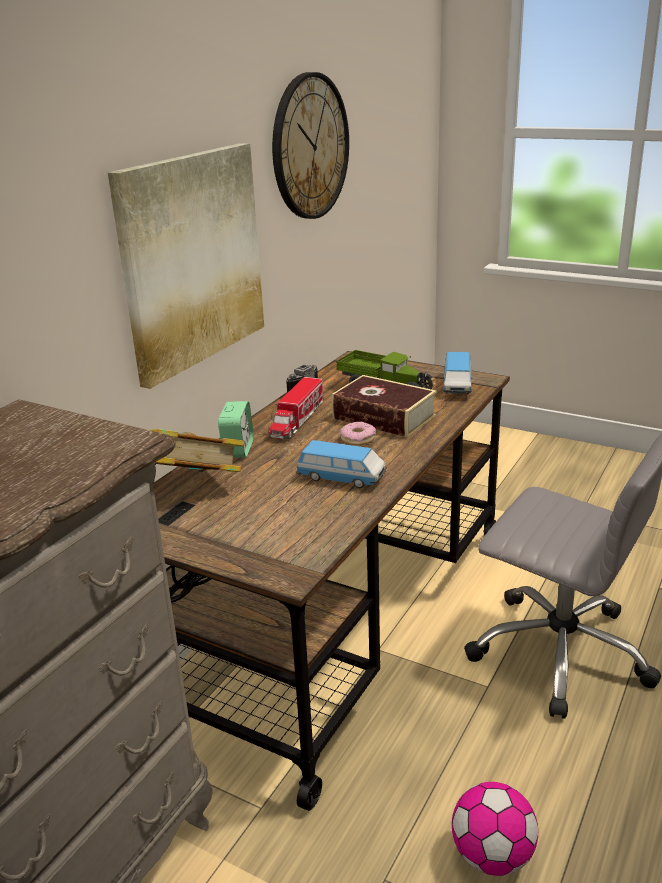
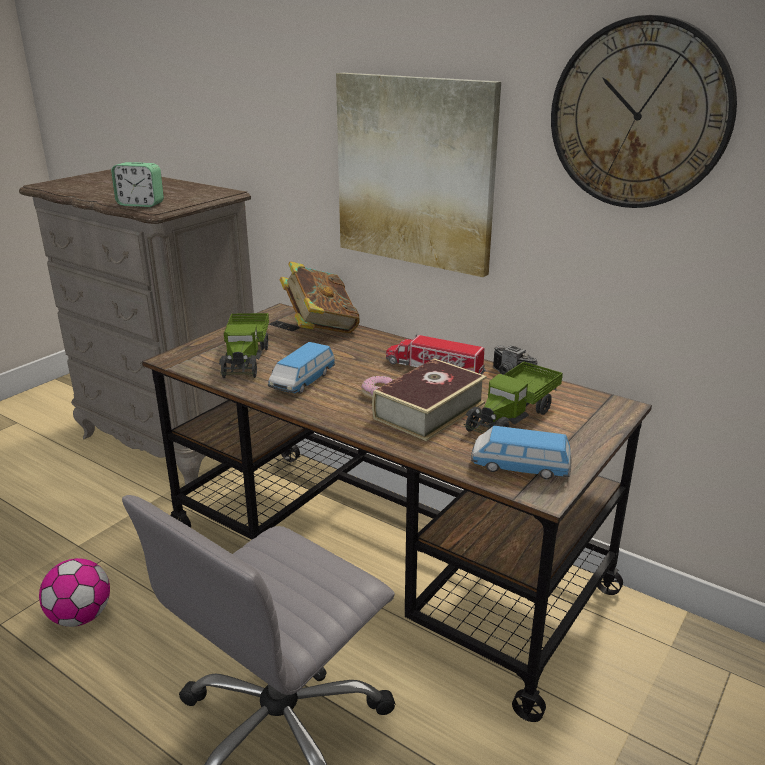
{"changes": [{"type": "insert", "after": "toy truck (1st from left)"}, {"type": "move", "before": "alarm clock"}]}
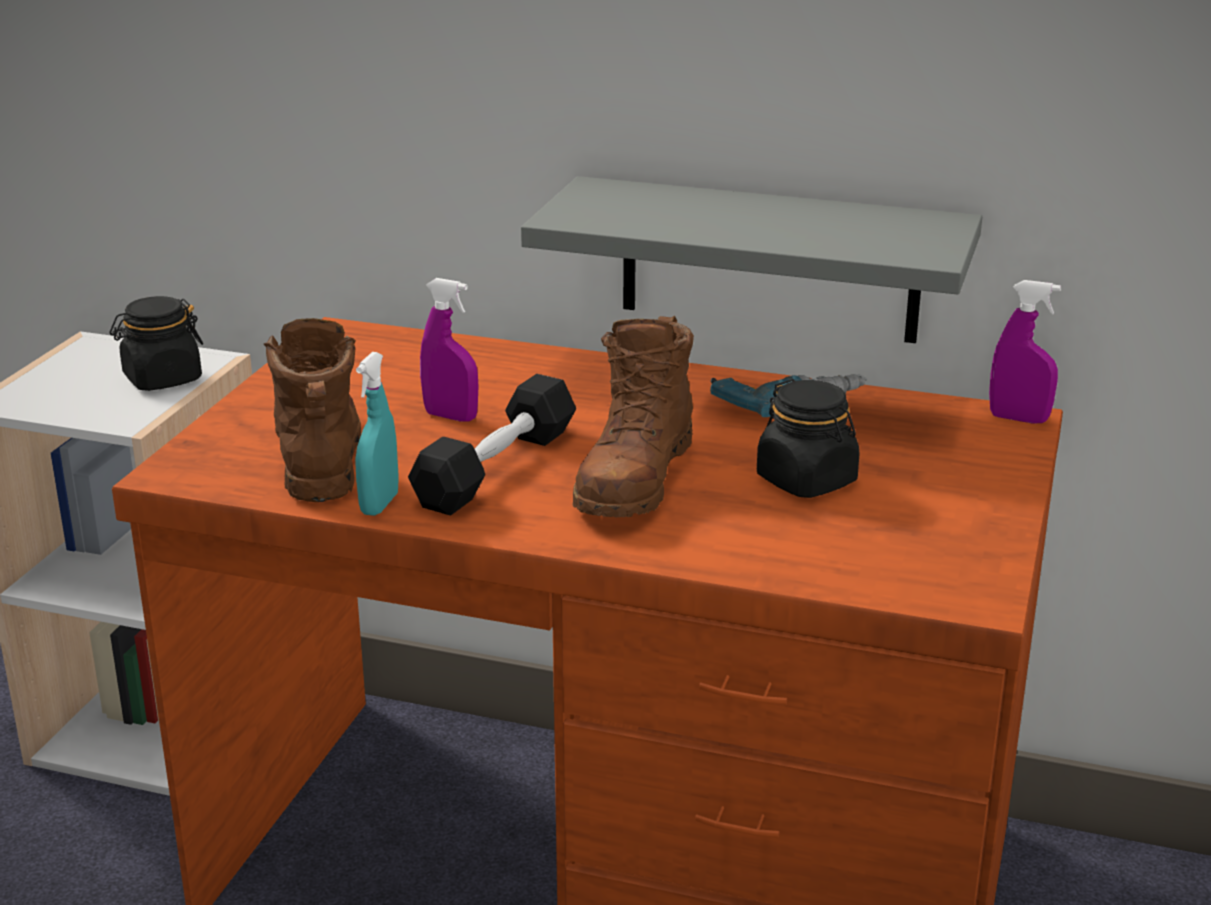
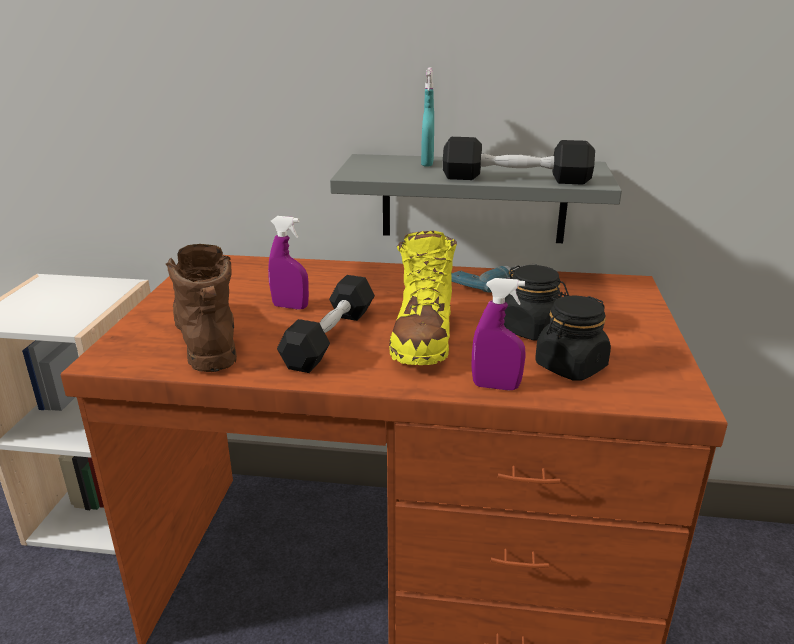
{"changes": [{"type": "insert", "after": "black dumbbell (2nd from left)"}, {"type": "move", "before": "black jar (1st from left in the first image)", "after": "black jar (2nd from left)"}, {"type": "move", "before": "turquoise spray bottle"}, {"type": "move", "before": "purple spray bottle (2nd from left)"}, {"type": "recolor", "before": "brown boot (2nd from left)", "after": "yellow boot"}]}
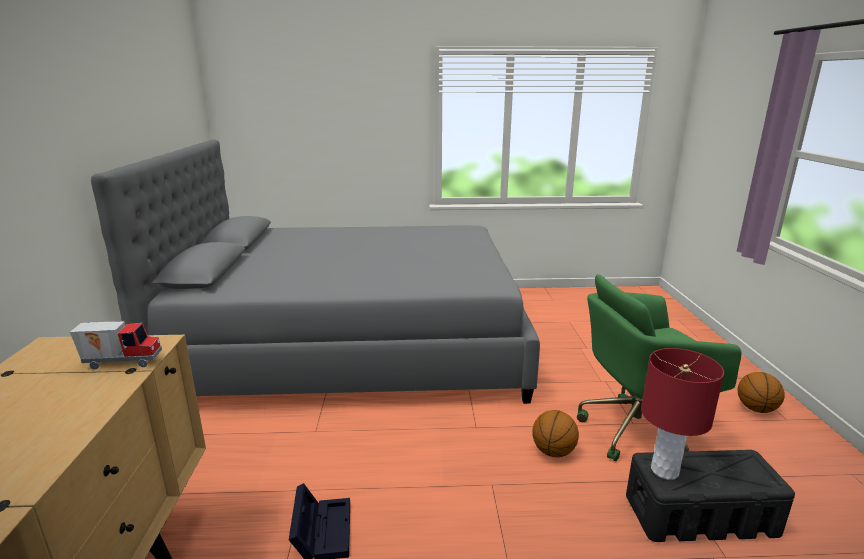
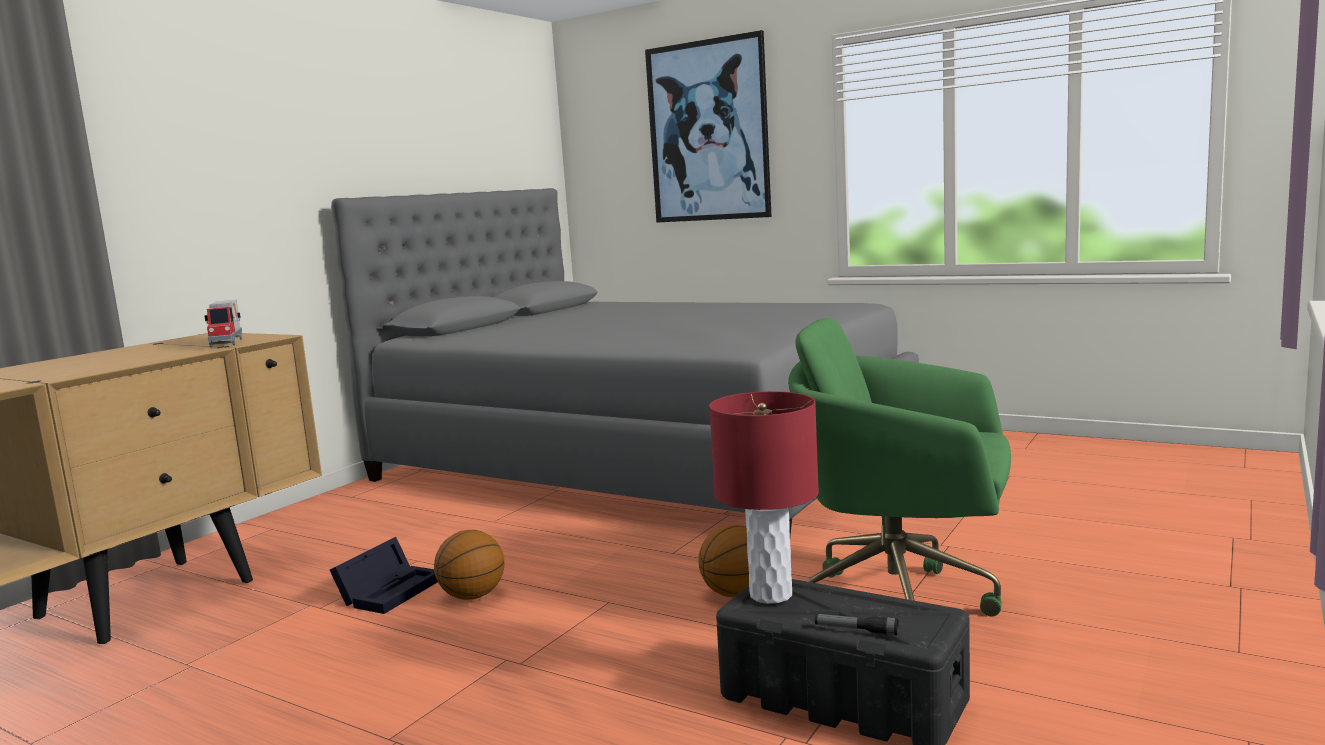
{"changes": [{"type": "insert", "after": "picture"}, {"type": "insert", "after": "flashlight"}, {"type": "move", "before": "basketball (2nd from left in the first image)", "after": "basketball (1st from left)"}, {"type": "rotate", "before": "toy truck", "turn": 45}]}
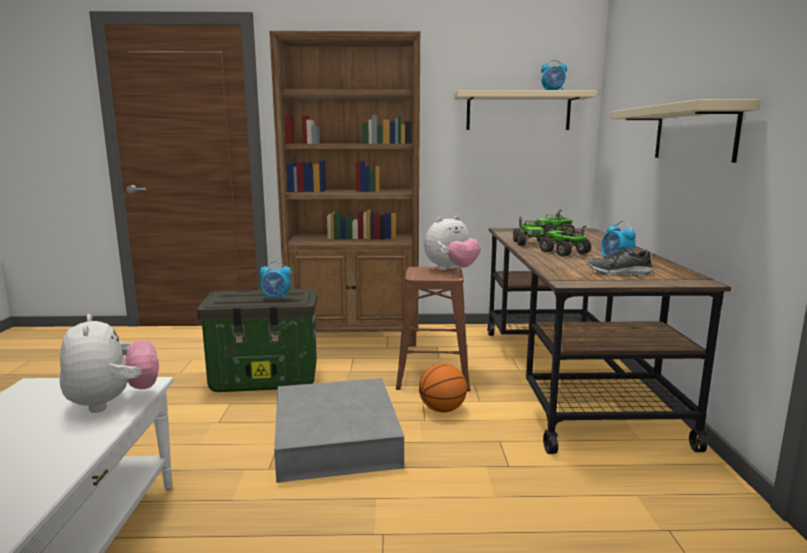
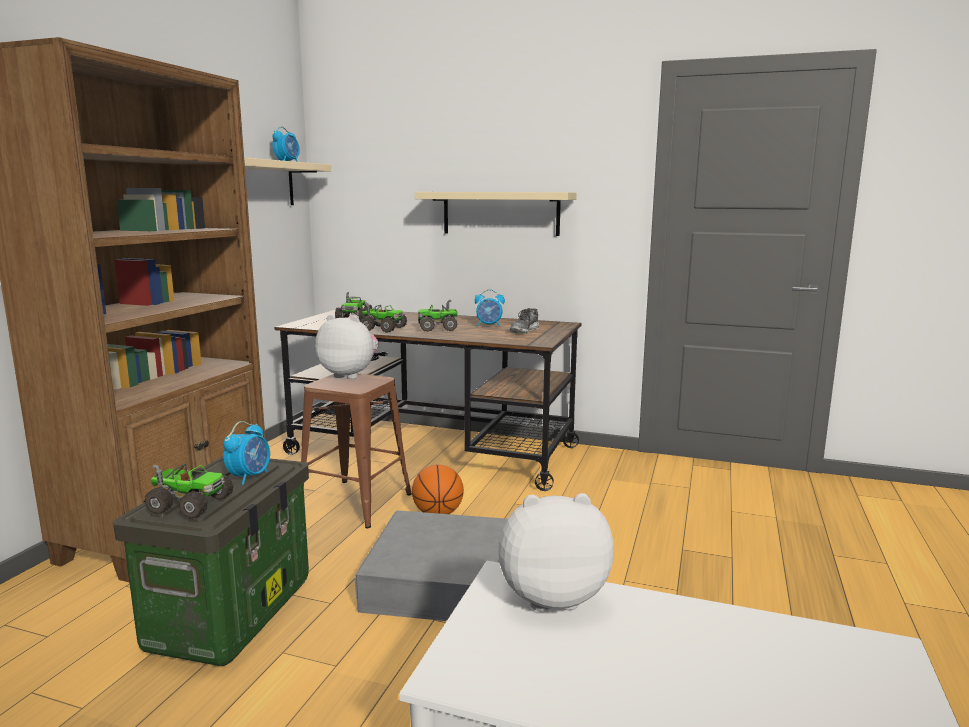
{"changes": [{"type": "insert", "after": "toy truck (1st from left)"}, {"type": "rotate", "before": "plush toy (2nd from left in the first image)", "turn": -60}]}
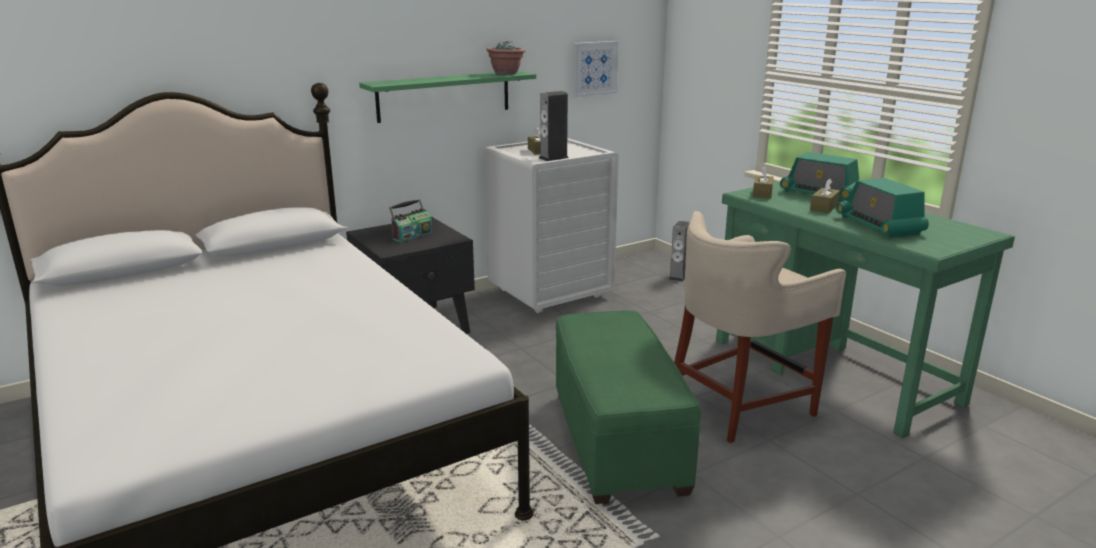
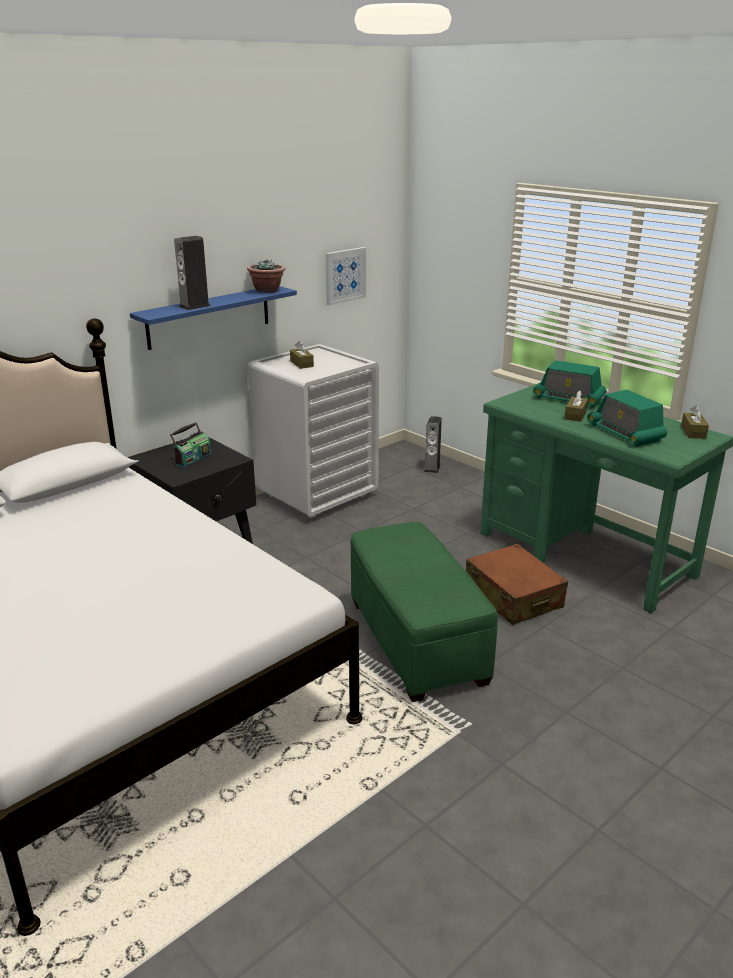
{"changes": [{"type": "move", "before": "speaker (1st from left)"}, {"type": "move", "before": "brown tissue box (2nd from left in the first image)", "after": "brown tissue box (3rd from left)"}, {"type": "replace", "before": "beige stool", "after": "brown suitcase"}, {"type": "recolor", "before": "green shelf", "after": "blue shelf"}]}
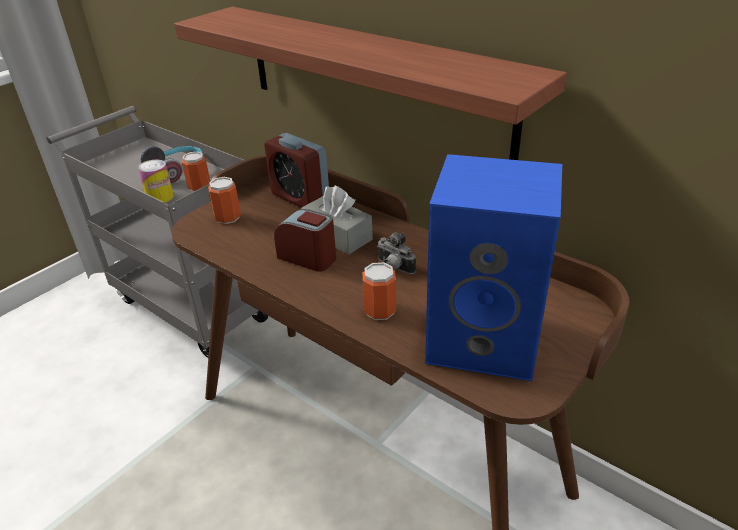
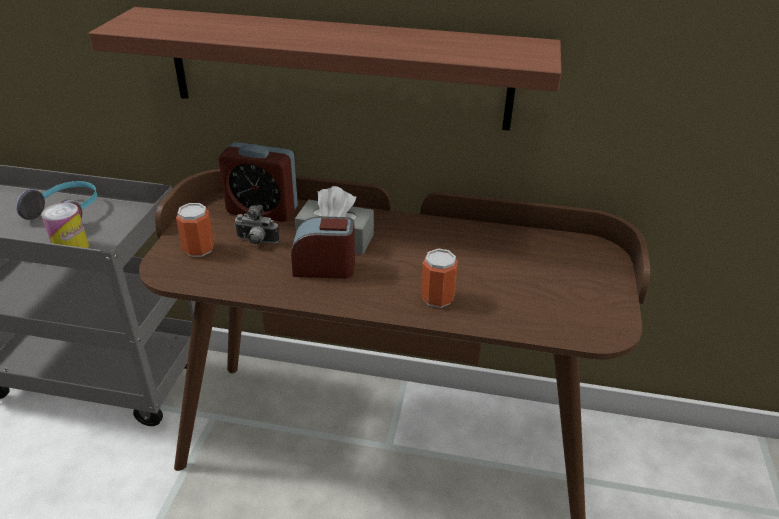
{"changes": [{"type": "delete", "before": "can (2nd from left)"}, {"type": "delete", "before": "blue speaker"}, {"type": "move", "before": "photo camera"}]}
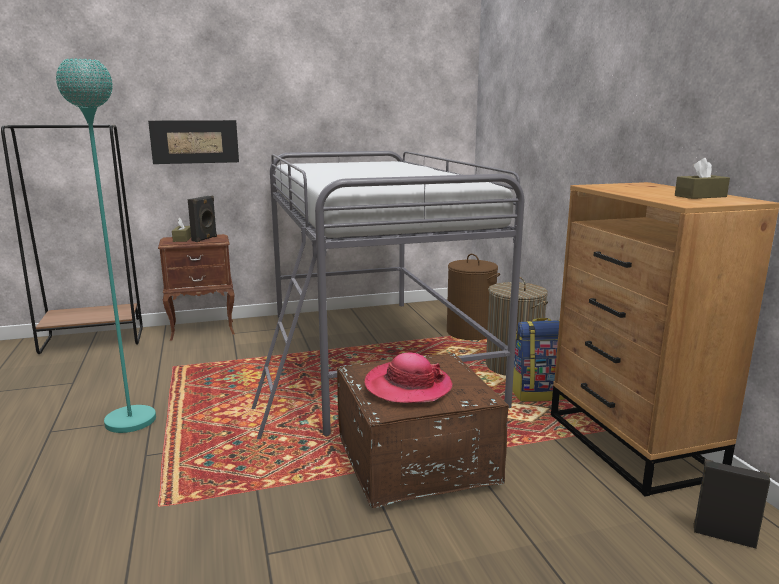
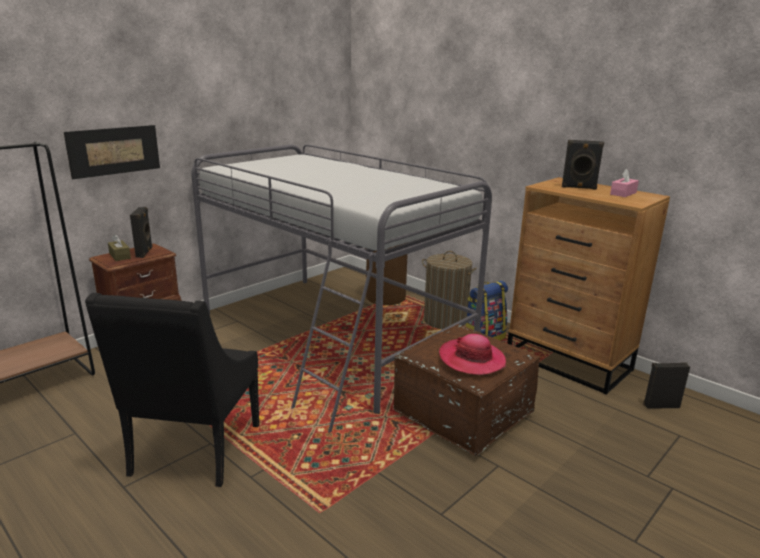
{"changes": [{"type": "insert", "after": "black speaker (2nd from left)"}, {"type": "replace", "before": "turquoise floor lamp", "after": "black armchair"}, {"type": "recolor", "before": "brown tissue box (2nd from left)", "after": "pink tissue box"}]}
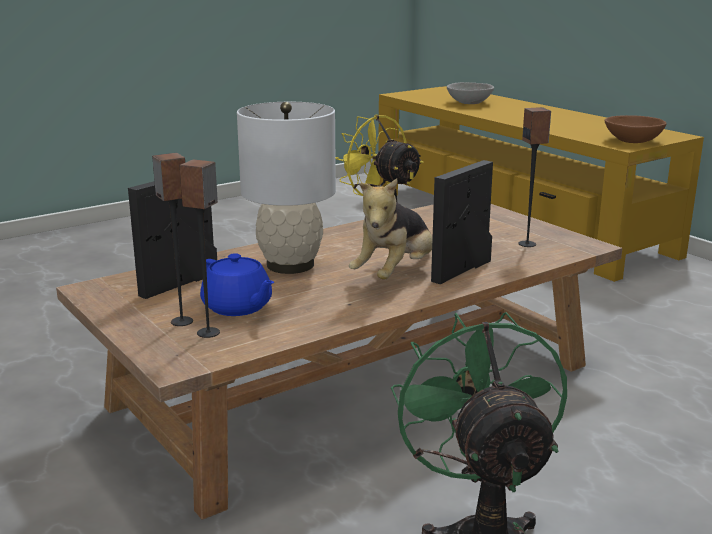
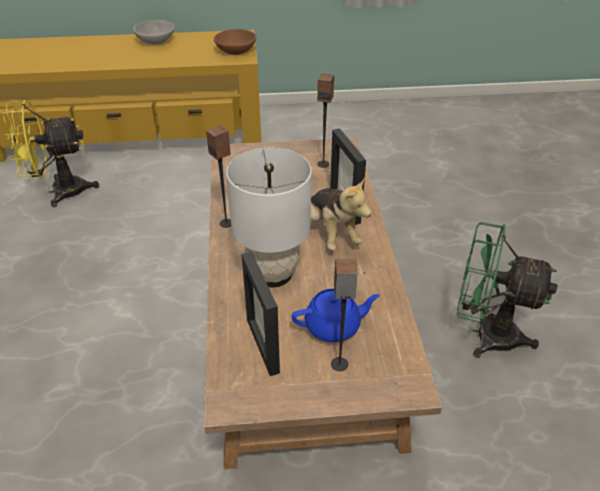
{"changes": [{"type": "move", "before": "speaker (2nd from left in the first image)", "after": "speaker (1st from left)"}, {"type": "move", "before": "grey bowl"}]}
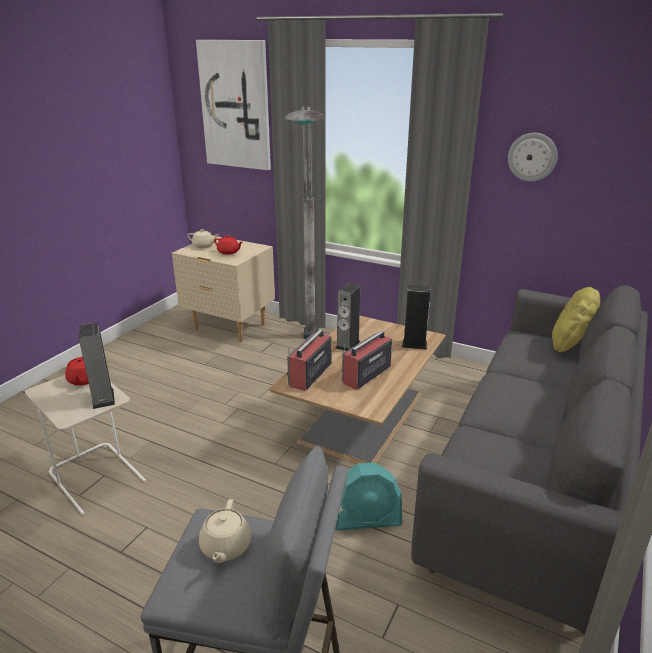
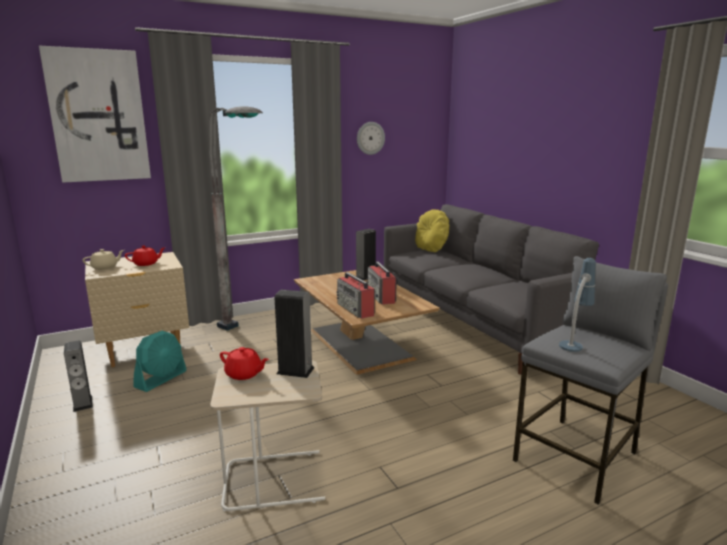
{"changes": [{"type": "move", "before": "turquoise fan"}, {"type": "move", "before": "speaker (2nd from left in the first image)", "after": "speaker (1st from left)"}, {"type": "replace", "before": "beige teapot (2nd from left)", "after": "table lamp"}]}
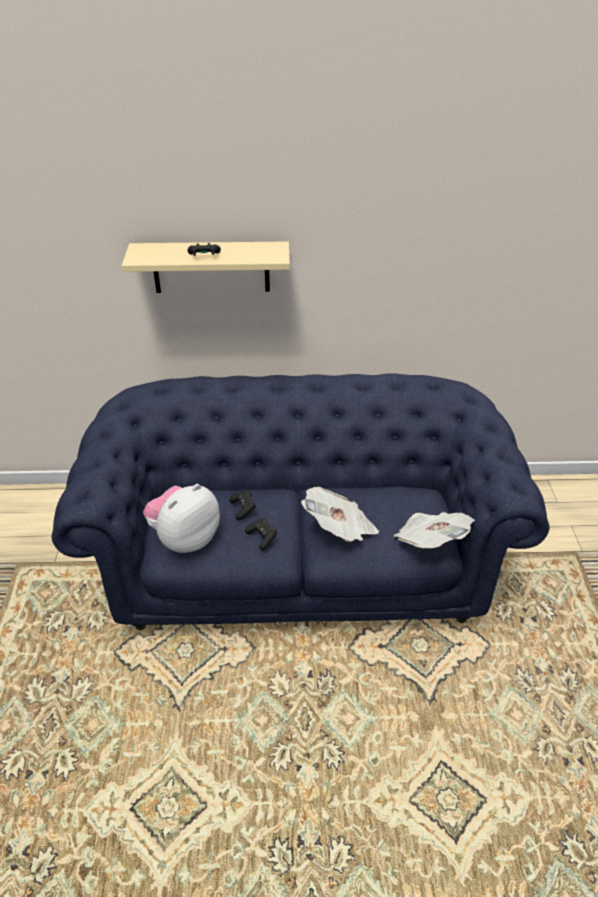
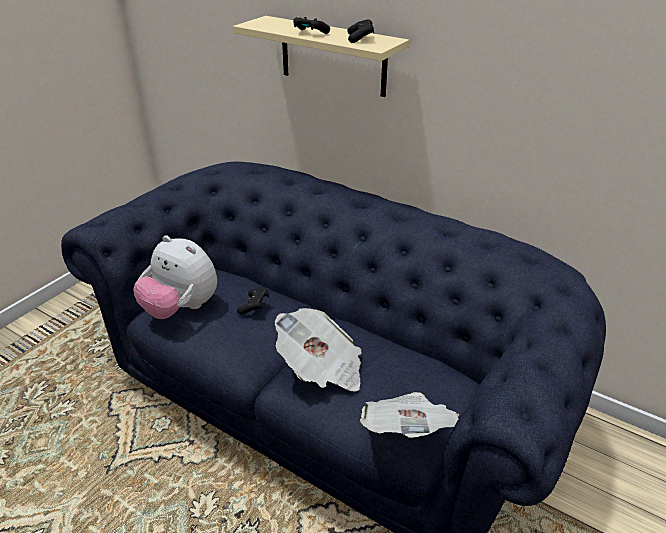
{"changes": [{"type": "move", "before": "black game controller (3rd from left)"}, {"type": "rotate", "before": "plush toy", "turn": -135}]}
